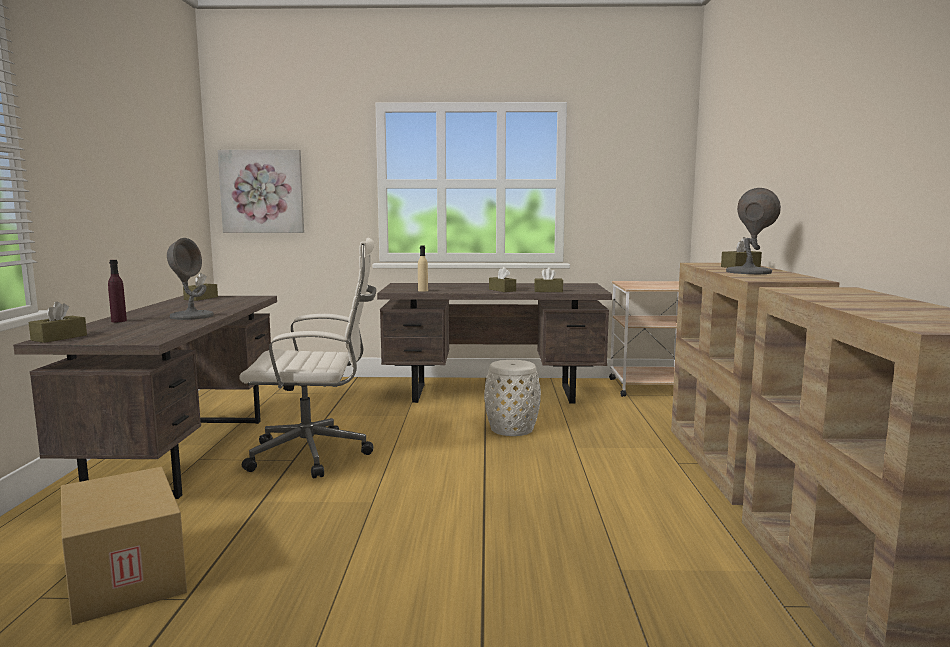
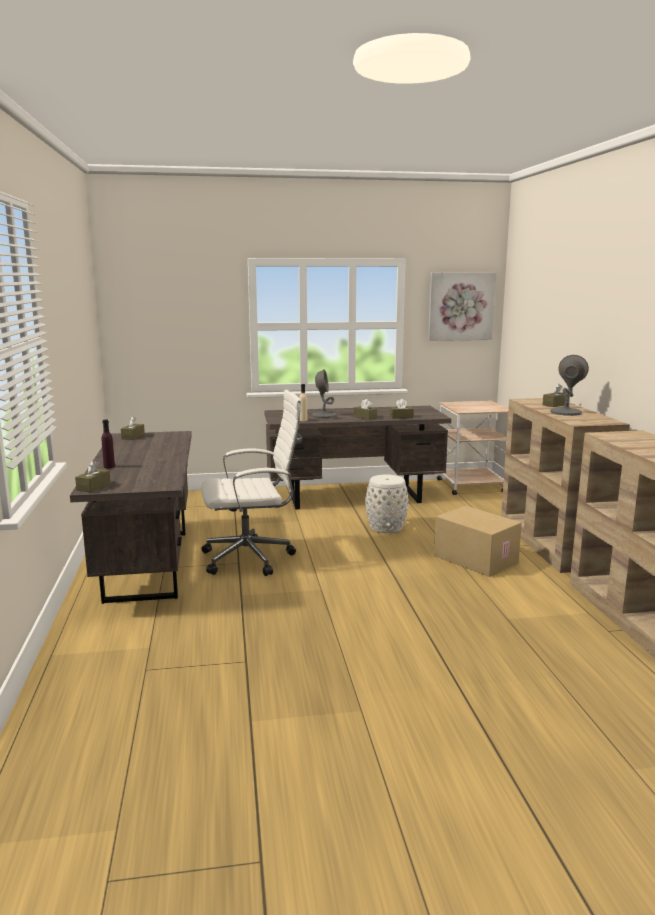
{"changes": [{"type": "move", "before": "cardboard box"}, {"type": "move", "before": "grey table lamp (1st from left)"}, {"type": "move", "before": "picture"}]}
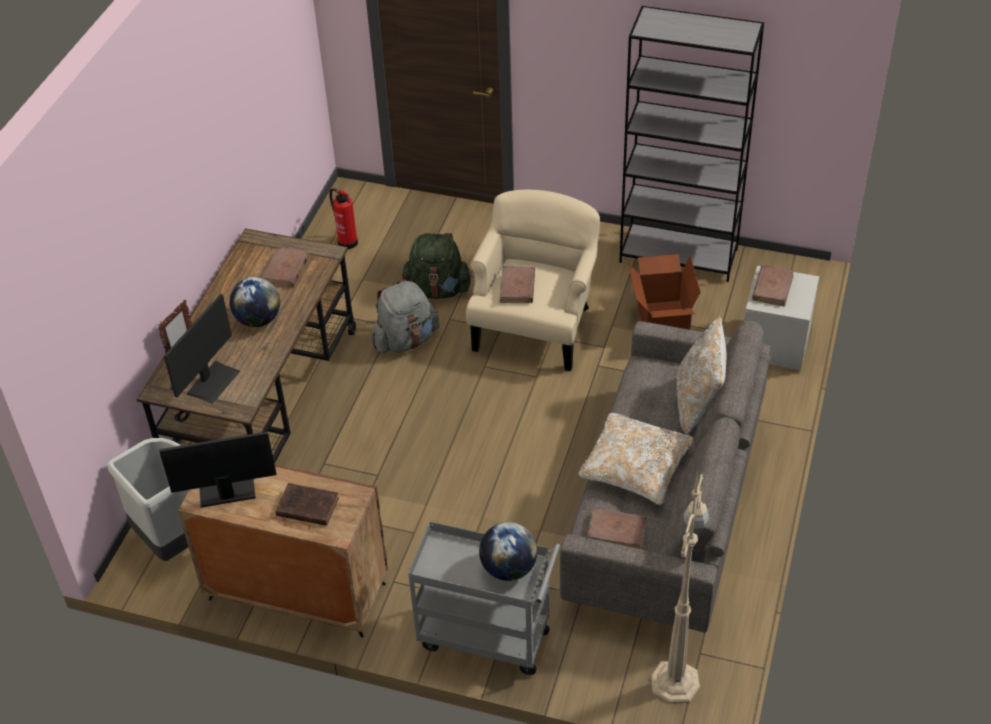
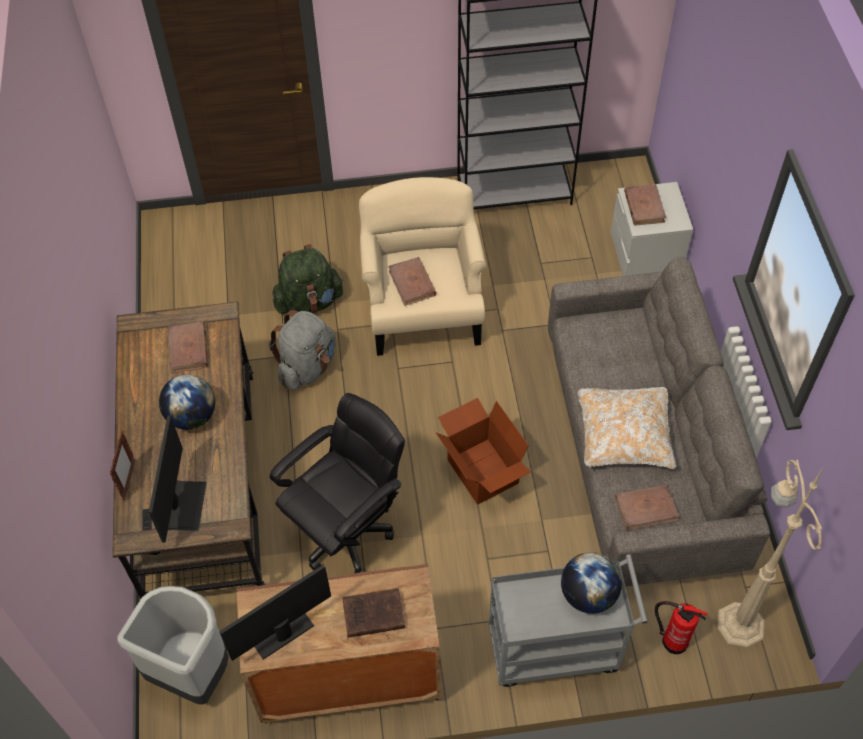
{"changes": [{"type": "delete", "before": "white pillow (2nd from left)"}, {"type": "insert", "after": "black office chair"}, {"type": "move", "before": "fire extinguisher"}, {"type": "move", "before": "cardboard box"}]}
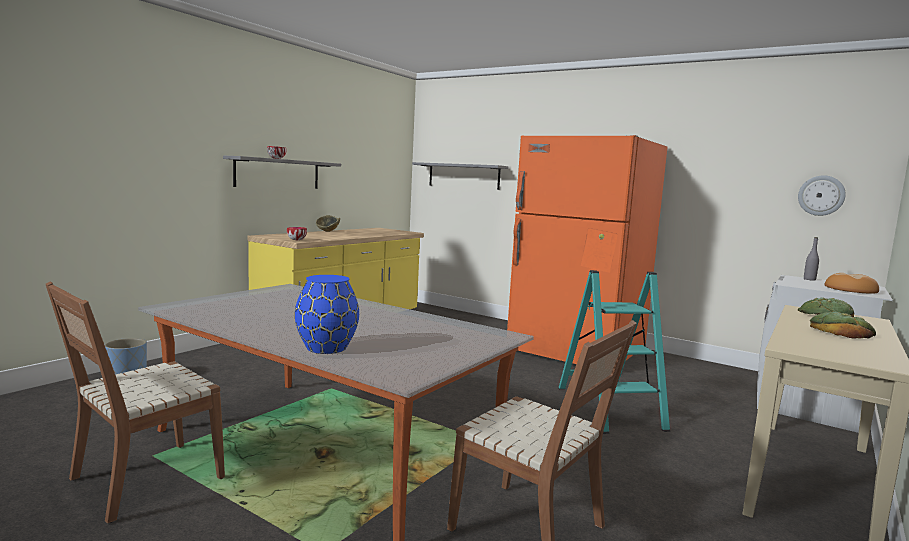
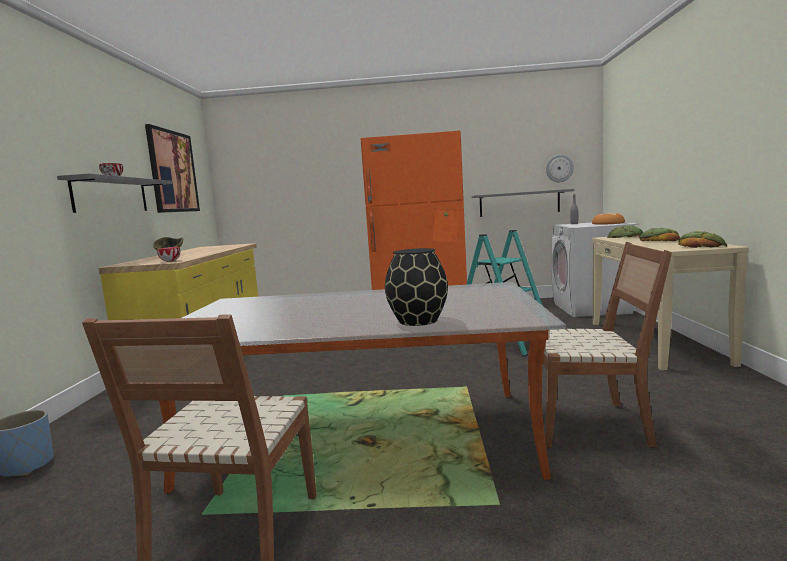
{"changes": [{"type": "insert", "after": "picture"}, {"type": "insert", "after": "bread (4th from left)"}, {"type": "move", "before": "grey shelf (2nd from left)"}, {"type": "recolor", "before": "blue vase", "after": "black vase"}]}
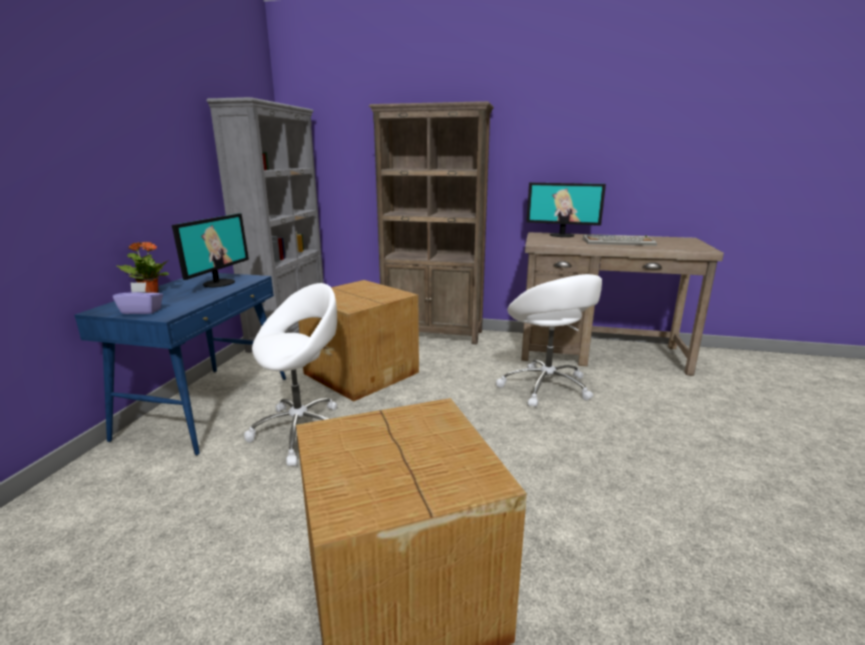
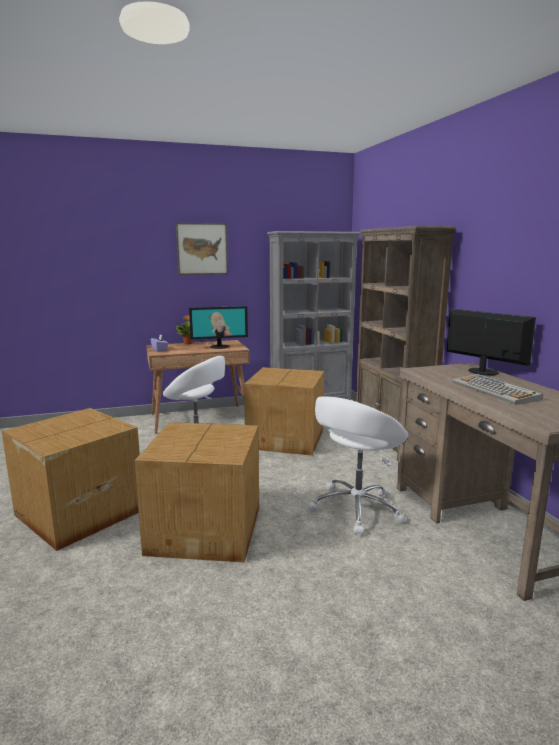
{"changes": [{"type": "insert", "after": "cardboard box (2nd from left)"}, {"type": "insert", "after": "picture"}, {"type": "recolor", "before": "blue desk", "after": "brown desk (1st from left)"}, {"type": "rotate", "before": "monitor (2nd from left)", "turn": 150}]}
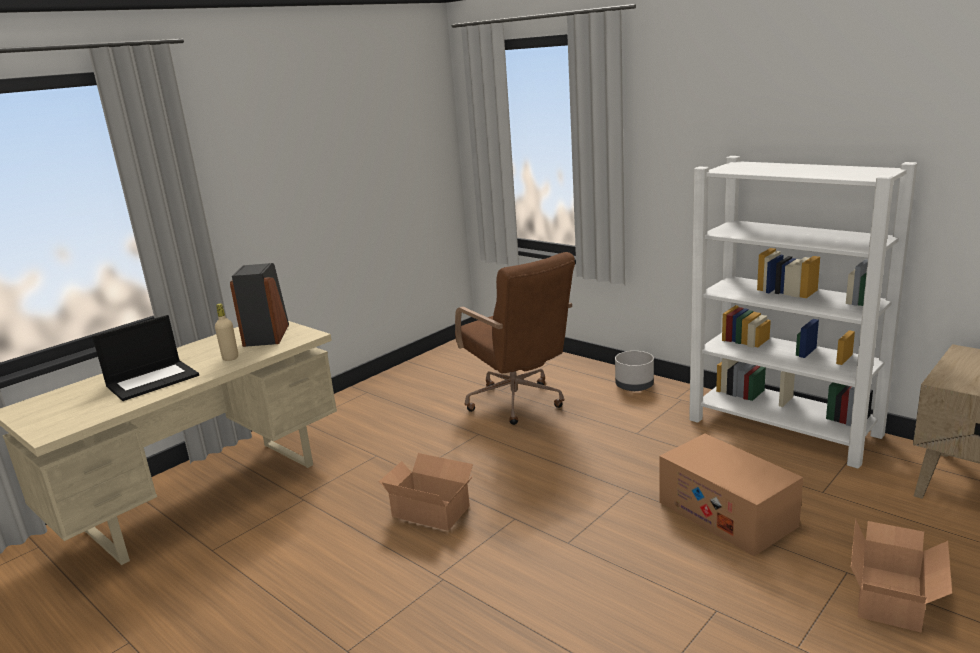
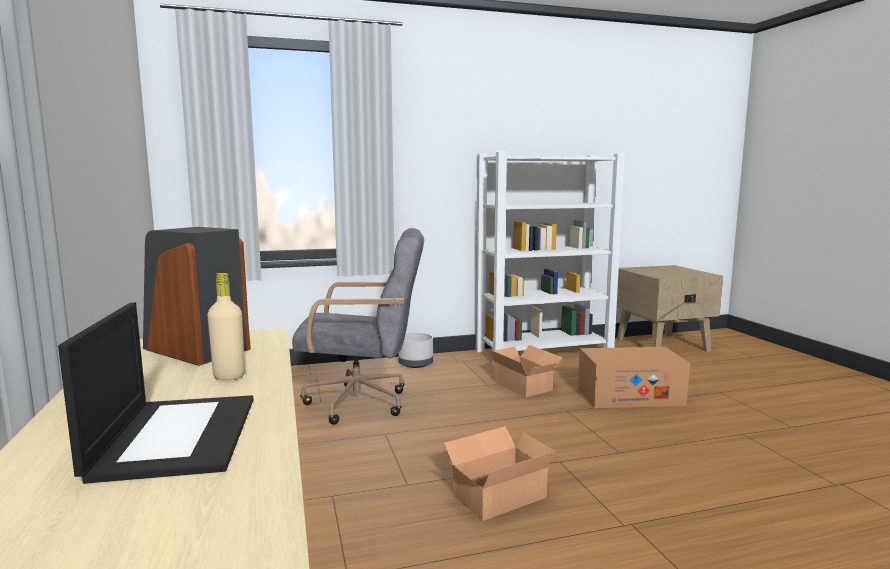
{"changes": [{"type": "move", "before": "cardboard box (3rd from left in the first image)", "after": "cardboard box (2nd from left)"}, {"type": "recolor", "before": "brown office chair", "after": "grey office chair"}]}
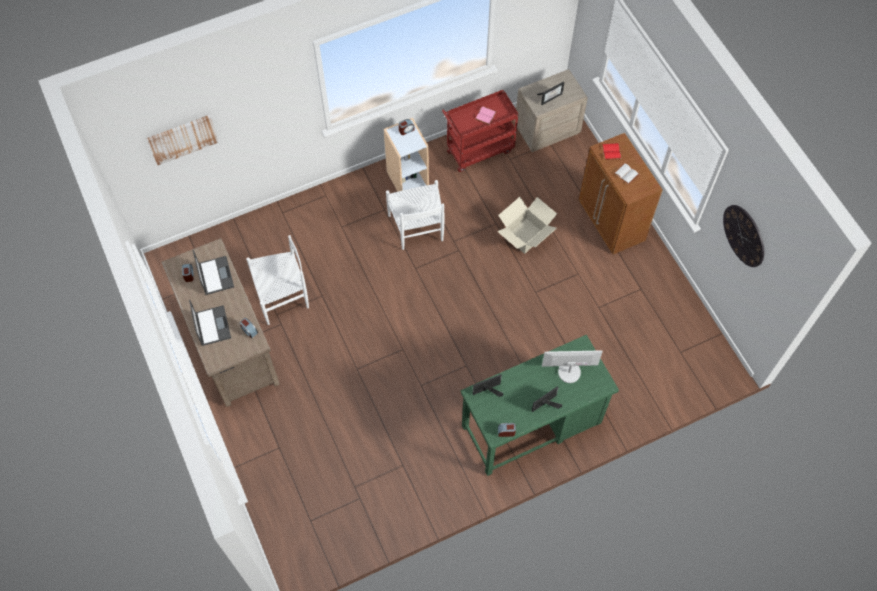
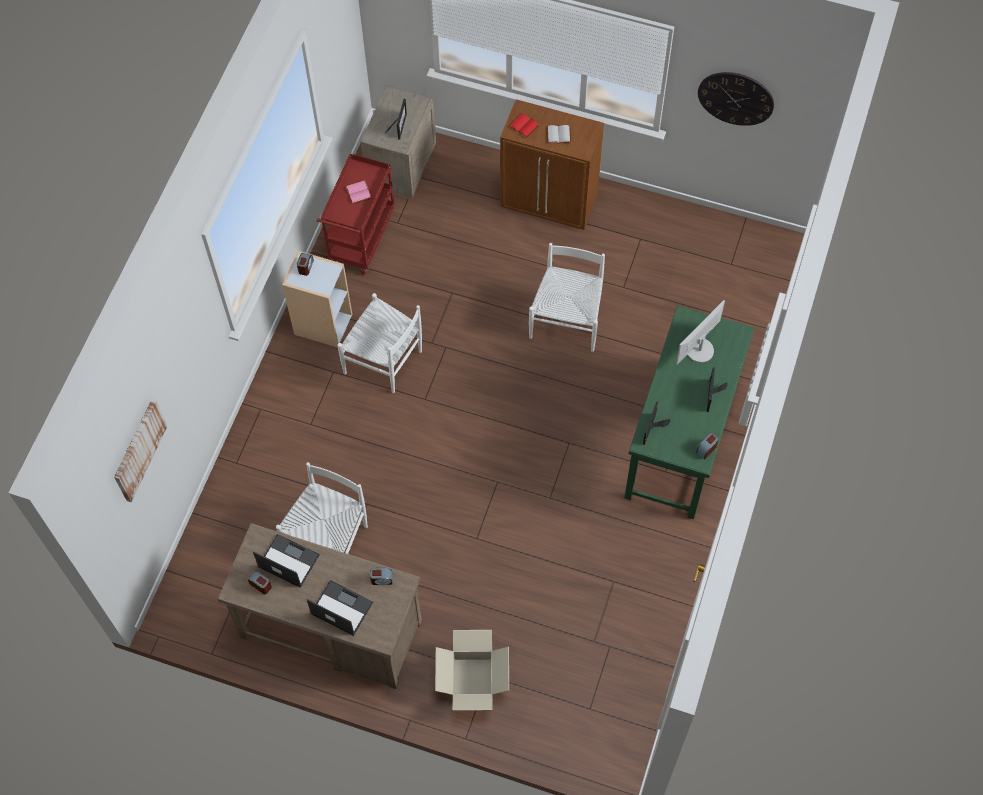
{"changes": [{"type": "insert", "after": "white chair (3rd from left)"}, {"type": "move", "before": "cardboard box"}]}
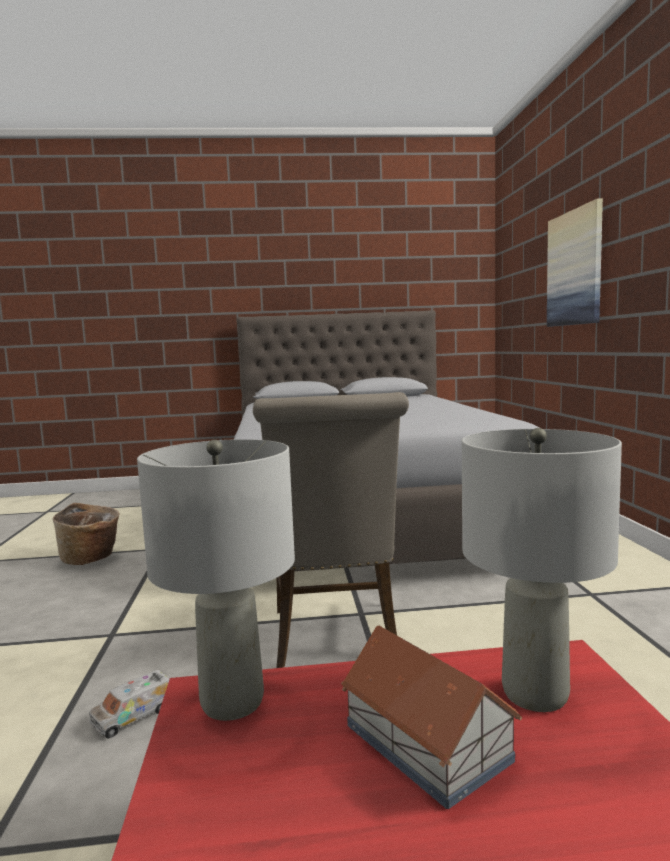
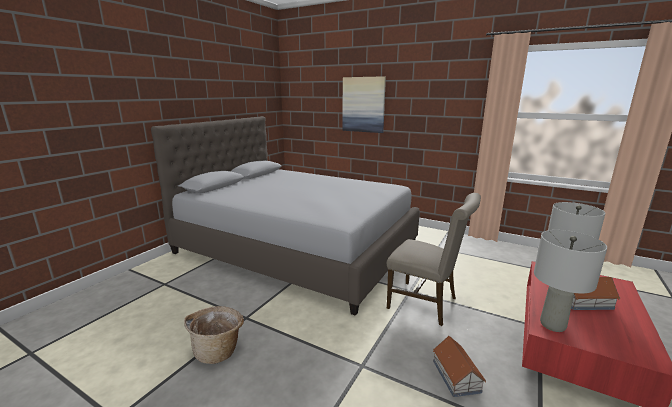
{"changes": [{"type": "replace", "before": "toy truck", "after": "toy house (1st from left)"}]}
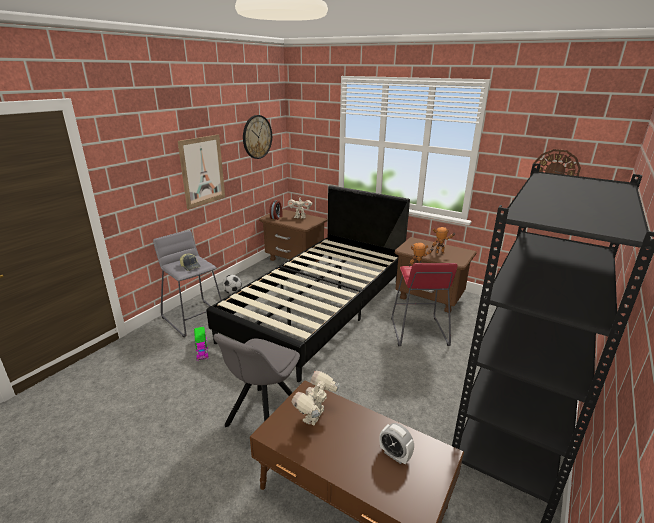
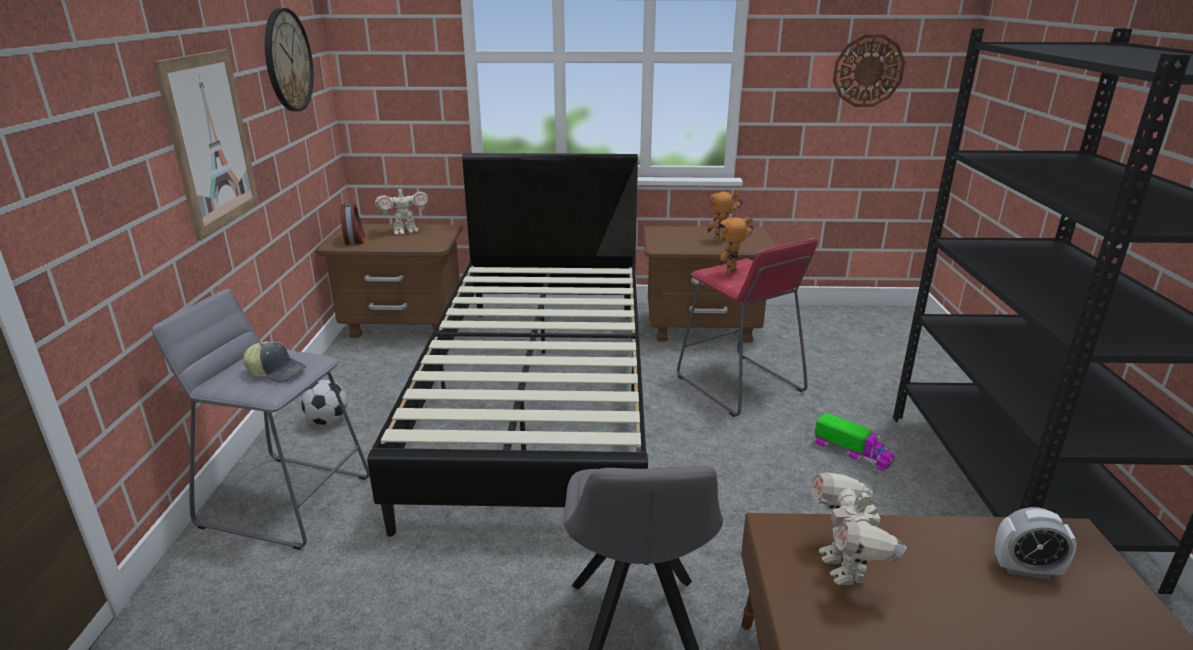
{"changes": [{"type": "move", "before": "toy truck"}]}
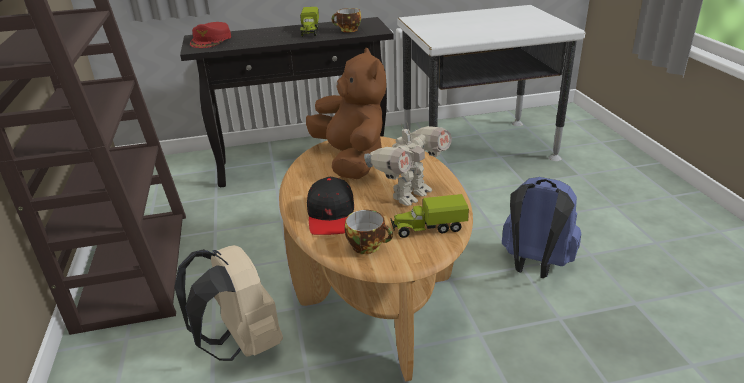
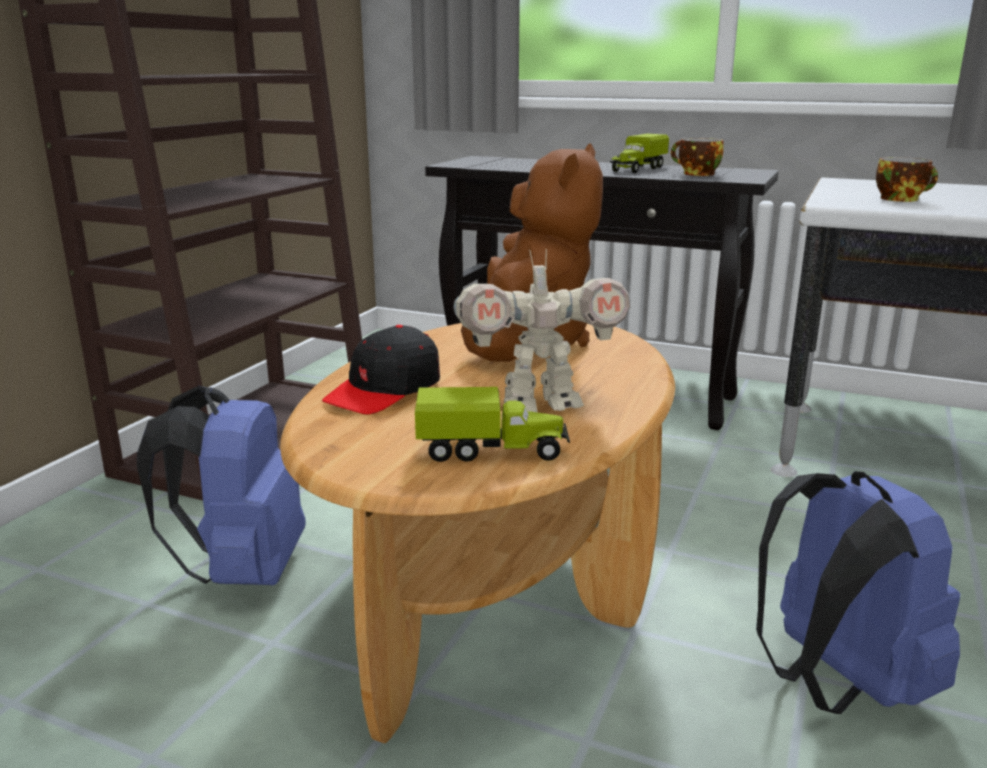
{"changes": [{"type": "delete", "before": "red cap"}, {"type": "move", "before": "cup (2nd from left)"}, {"type": "recolor", "before": "beige backpack", "after": "blue backpack (1st from left)"}, {"type": "rotate", "before": "toy truck (2nd from left in the first image)", "turn": 150}]}
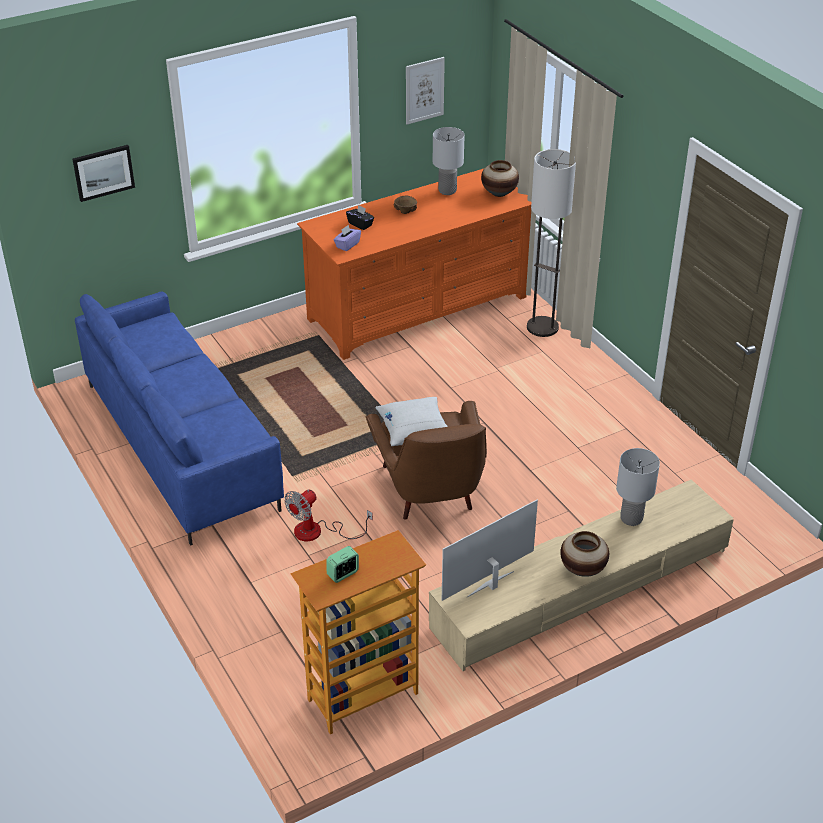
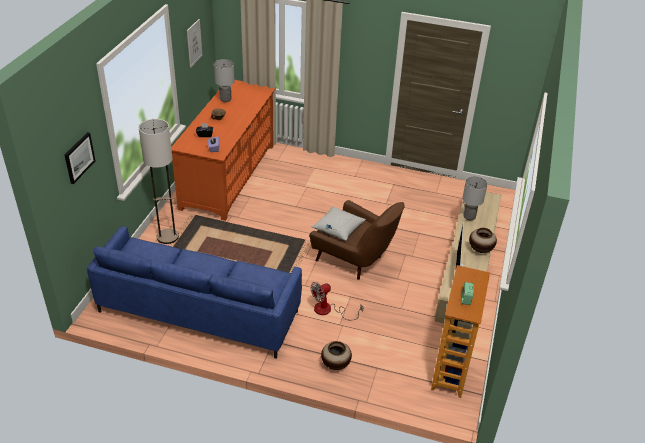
{"changes": [{"type": "move", "before": "vase (1st from left)"}, {"type": "move", "before": "floor lamp"}, {"type": "rotate", "before": "fan", "turn": 60}]}
